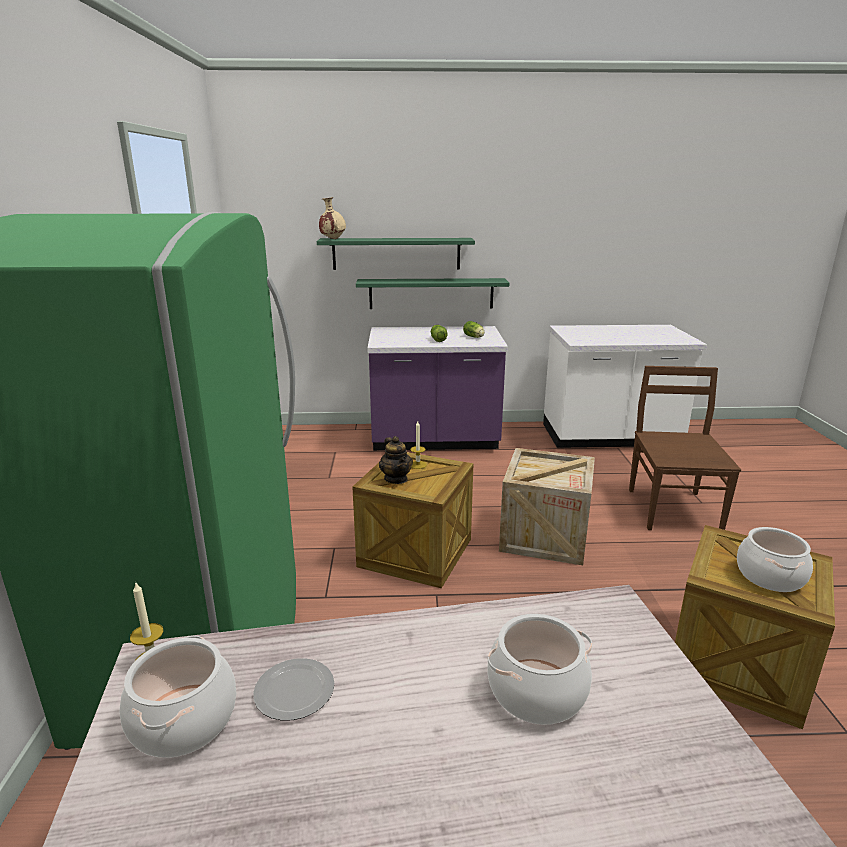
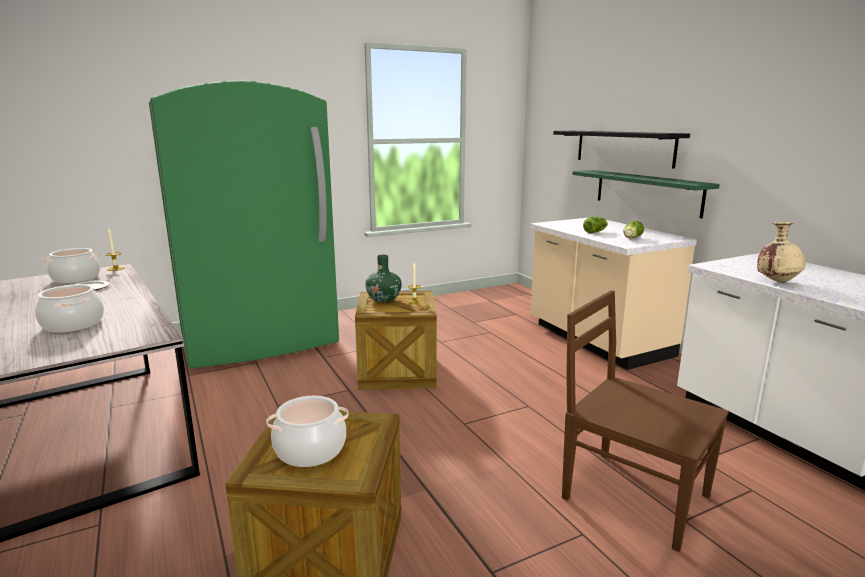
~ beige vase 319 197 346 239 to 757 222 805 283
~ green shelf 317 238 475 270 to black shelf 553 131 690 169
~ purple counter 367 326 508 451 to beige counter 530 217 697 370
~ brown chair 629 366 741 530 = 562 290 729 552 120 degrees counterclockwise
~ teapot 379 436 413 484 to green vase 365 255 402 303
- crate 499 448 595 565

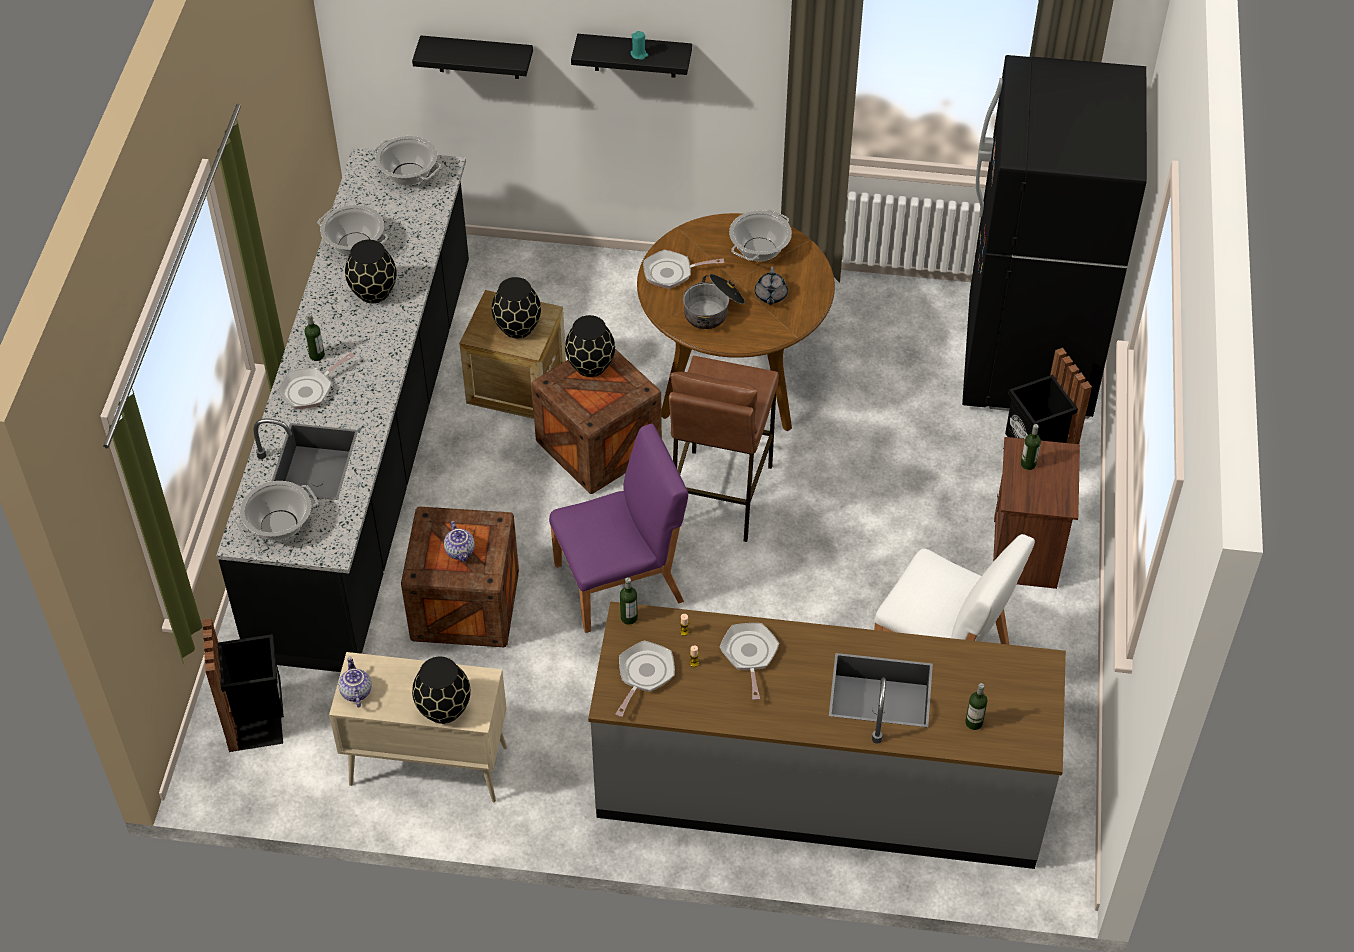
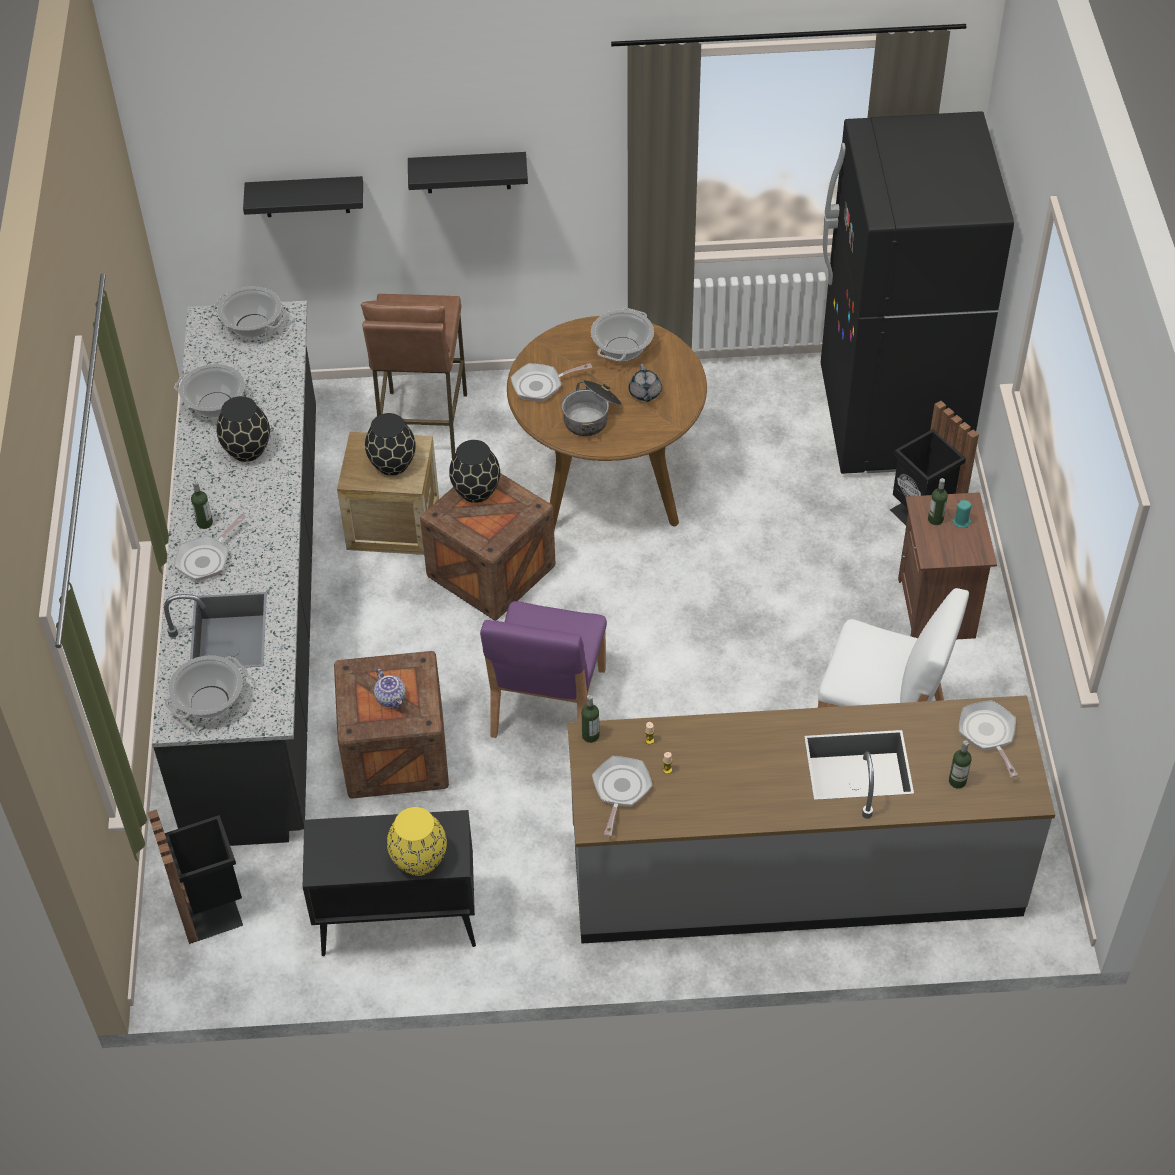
~ turquoise candle 630 31 648 60 to 952 500 972 528
~ brown stool 669 356 779 542 to 361 294 467 458
~ purple chair 549 423 688 633 = 480 601 607 738 135 degrees clockwise
~ frying pan 719 623 779 700 to 959 700 1018 777
~ beige cabinet 329 652 507 802 to black cabinet 303 810 476 956
- teapot 338 657 372 707
~ black vase 412 657 470 724 to yellow vase 387 807 447 876

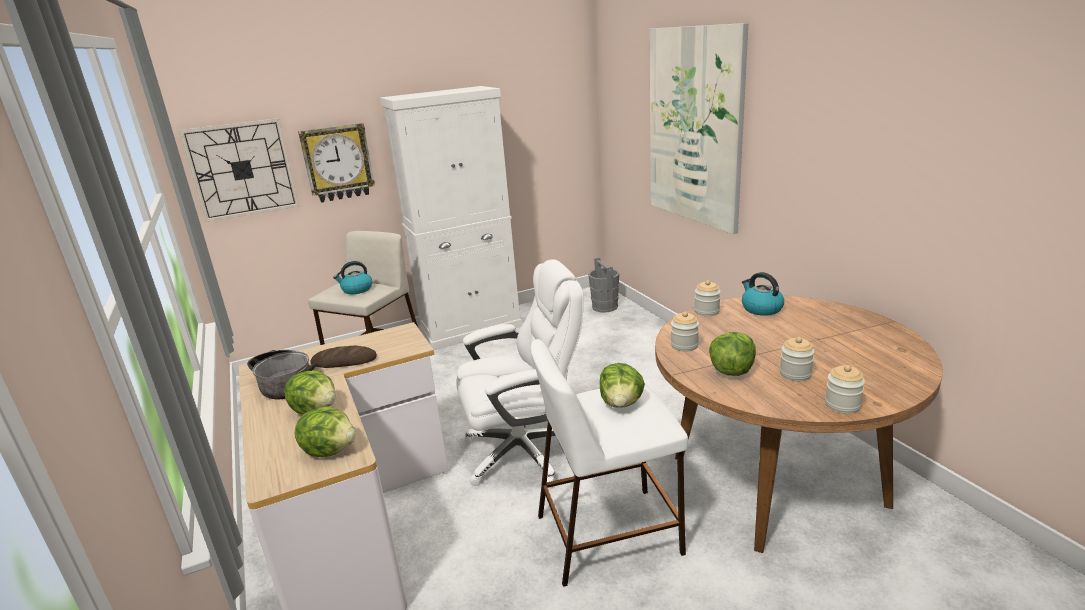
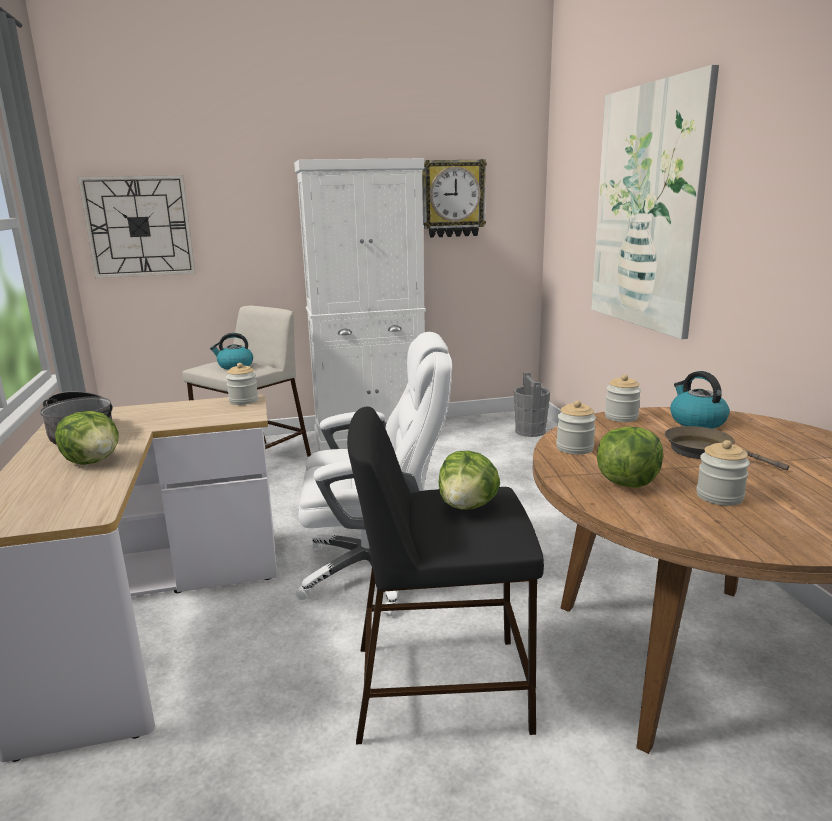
~ wall clock 298 123 375 203 to 422 159 487 238
~ white stool 531 339 688 587 to black stool 347 406 544 745
- bread 311 346 377 368
~ jar 825 365 865 414 to 226 363 258 405
- lettuce 294 406 356 457
+ brown frying pan 665 426 789 470

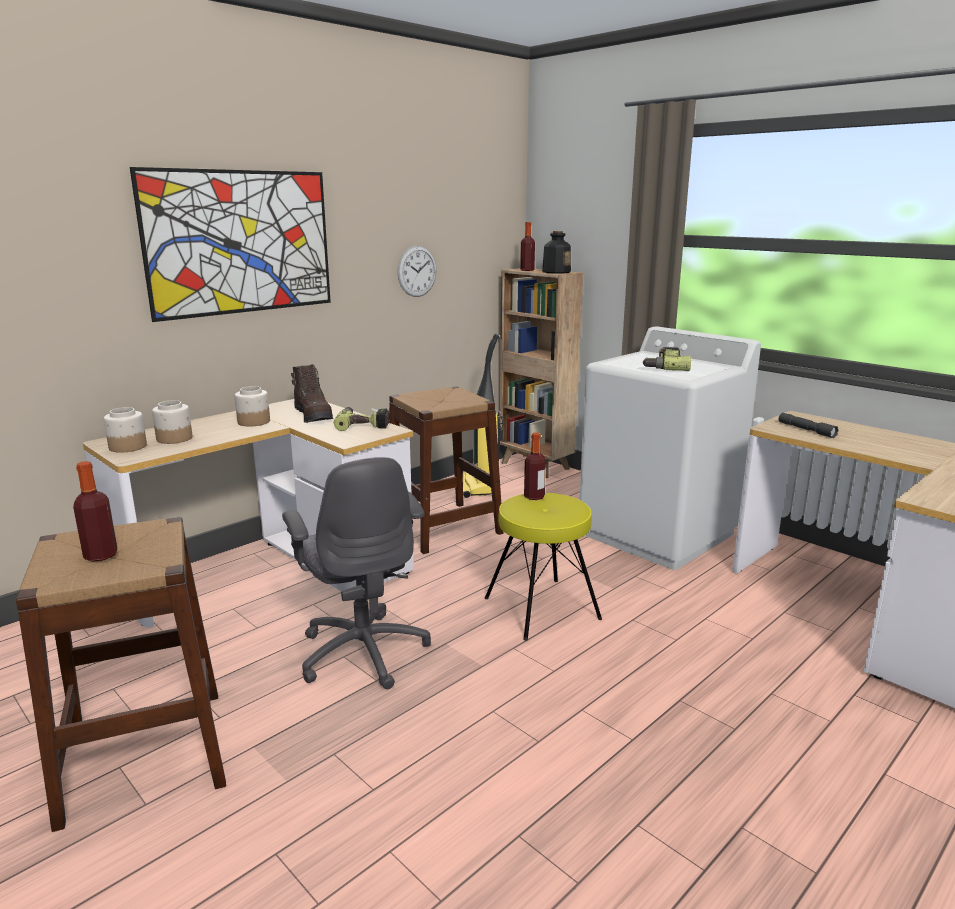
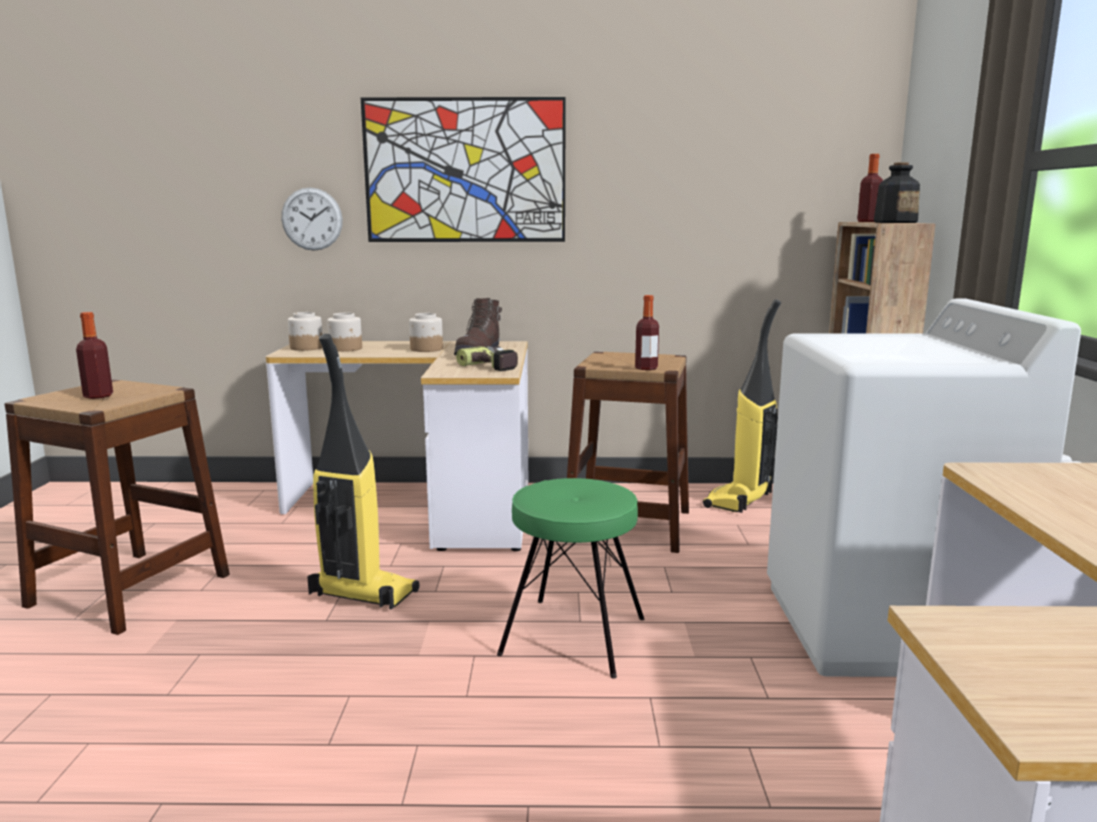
~ wall clock 397 246 436 297 to 281 187 343 251
- power drill 642 347 691 371
- grey flashlight 779 413 839 438
~ bottle 524 433 546 500 to 635 295 659 370
~ grey office chair 282 457 431 689 to vacuum cleaner 307 334 420 609
~ yellow stool 485 493 602 641 to green stool 497 478 644 679

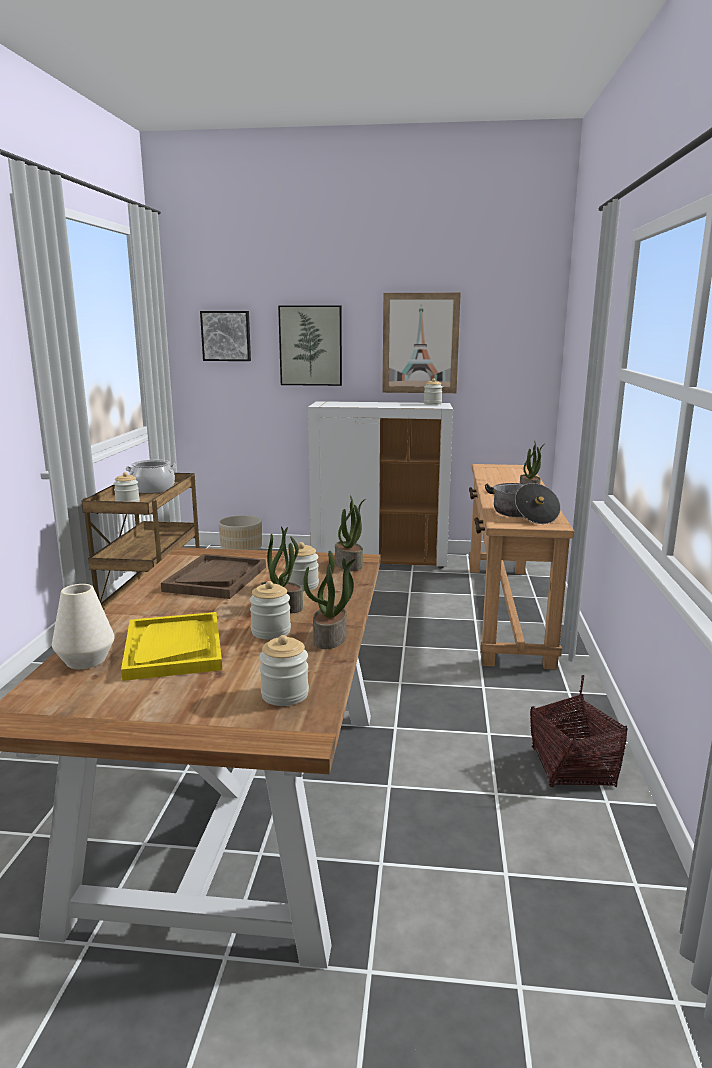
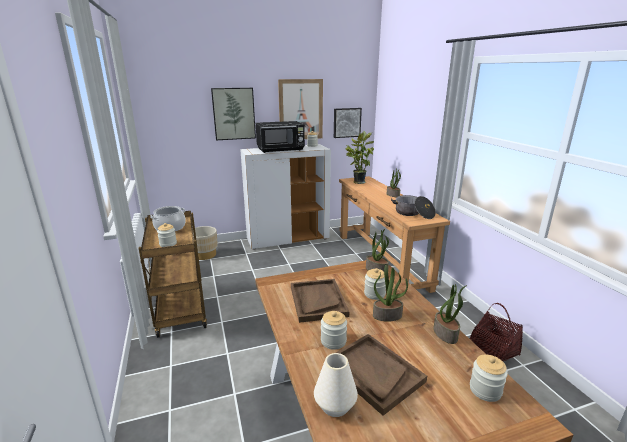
~ picture 200 311 251 361 to 334 108 362 138
~ jar 250 581 291 639 to 321 311 347 350
~ yellow tray 121 612 222 681 to brown tray 325 334 427 416
+ black microwave 256 121 305 153
+ potted plant 345 131 374 184

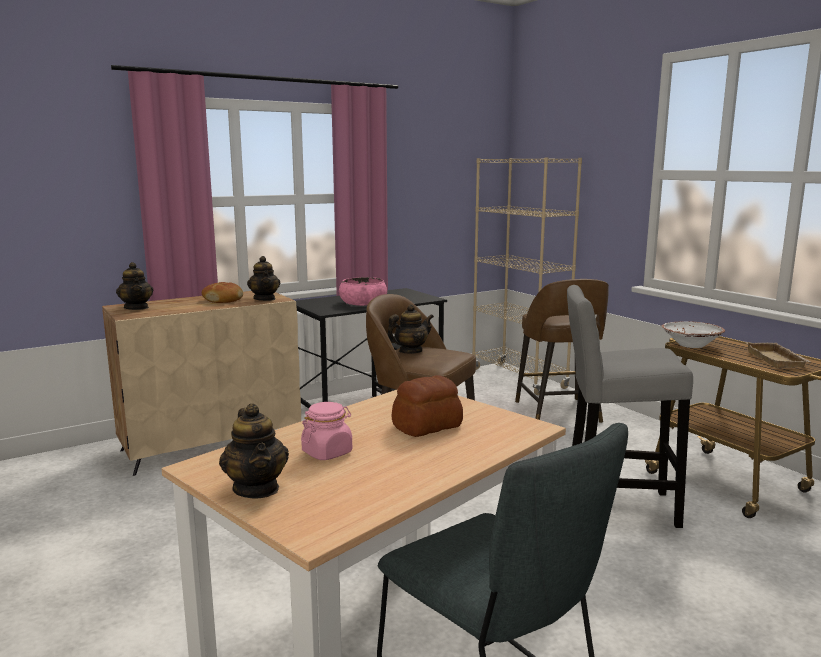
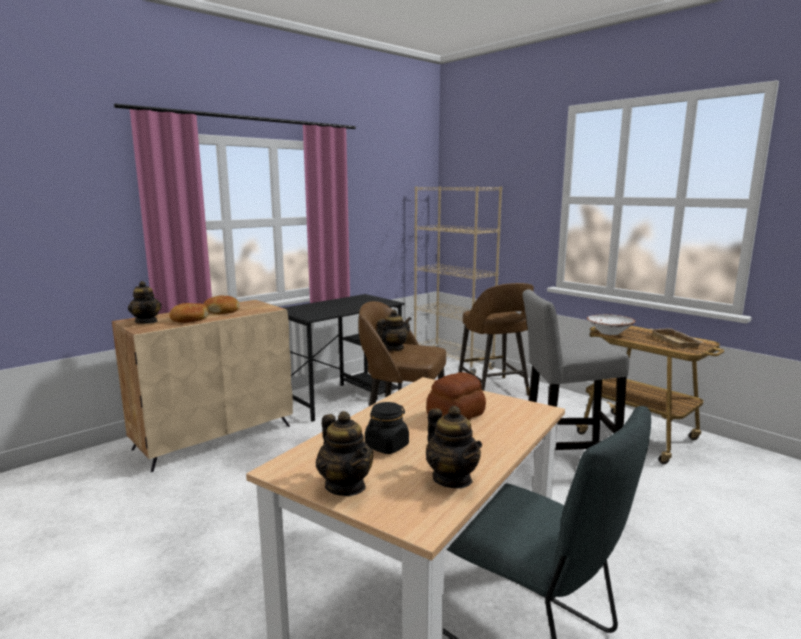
~ teapot 247 256 280 301 to 426 406 482 488
- pink bowl 339 277 387 306
~ pink jar 301 402 352 460 to black jar 365 402 409 454
+ bread 169 303 209 323

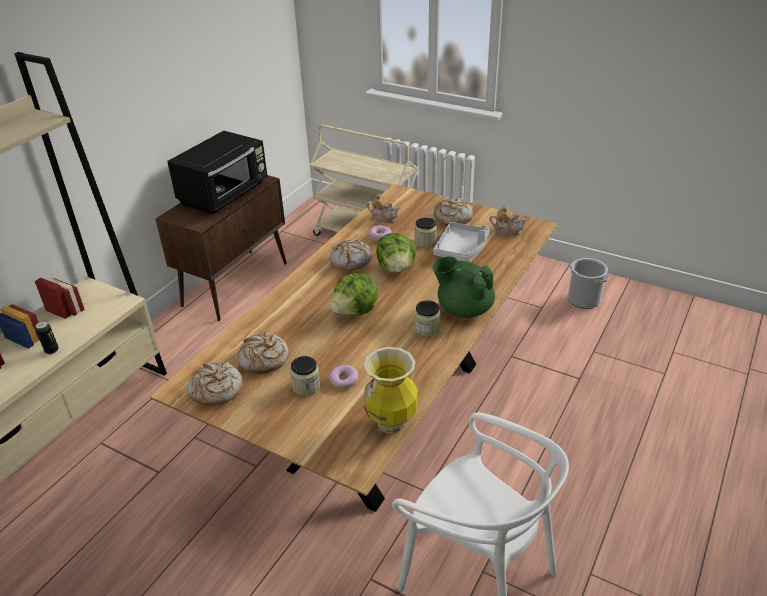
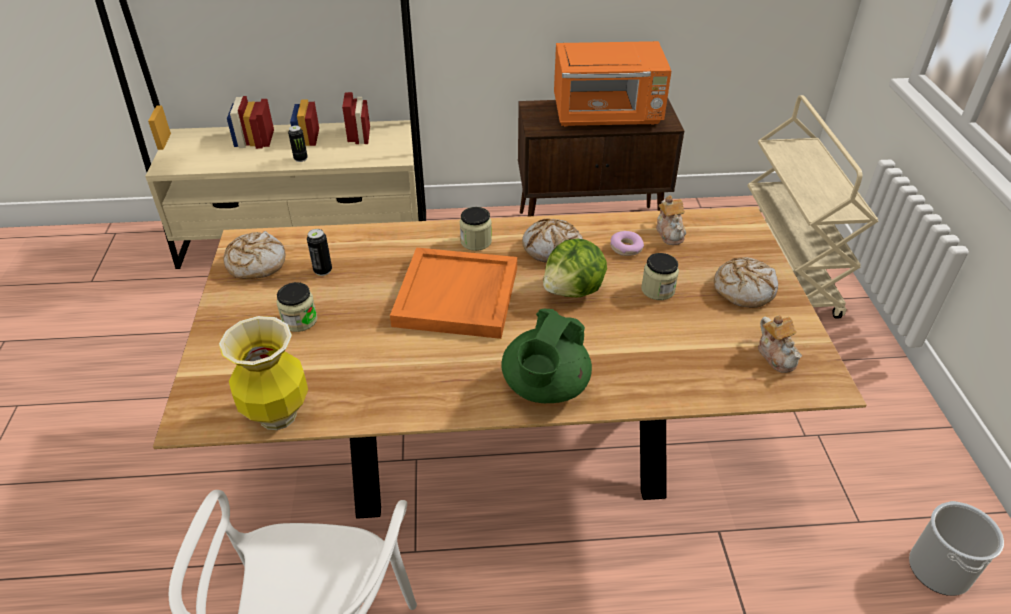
~ black microwave 167 131 267 214 to orange microwave 554 41 671 127
- grey tray 433 222 490 261
~ green teapot 433 256 495 318 = 501 309 592 403 150 degrees counterclockwise
~ lettuce 331 273 378 316 to orange tray 390 247 517 339
~ jar 414 300 441 336 to 460 207 492 251
~ bread 237 332 289 374 to can 307 229 332 276
- donut 329 365 358 389

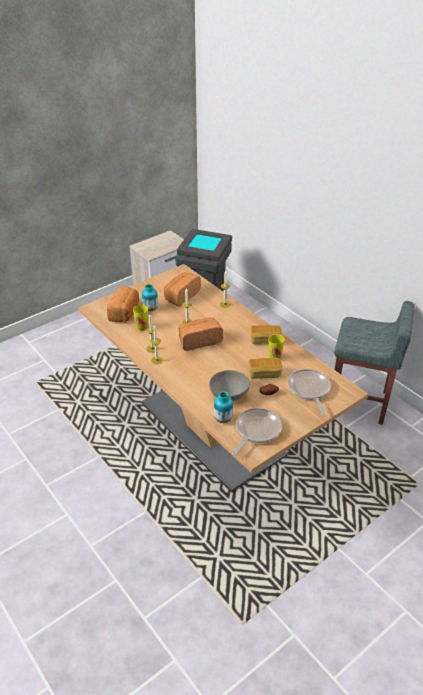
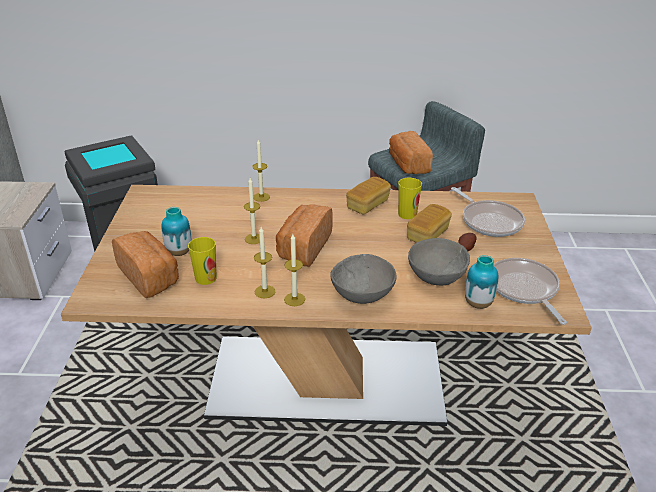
~ bread 164 272 201 307 to 389 131 433 174
~ frying pan 287 369 331 415 = 451 187 525 237 150 degrees counterclockwise
+ grey bowl 330 254 397 304

